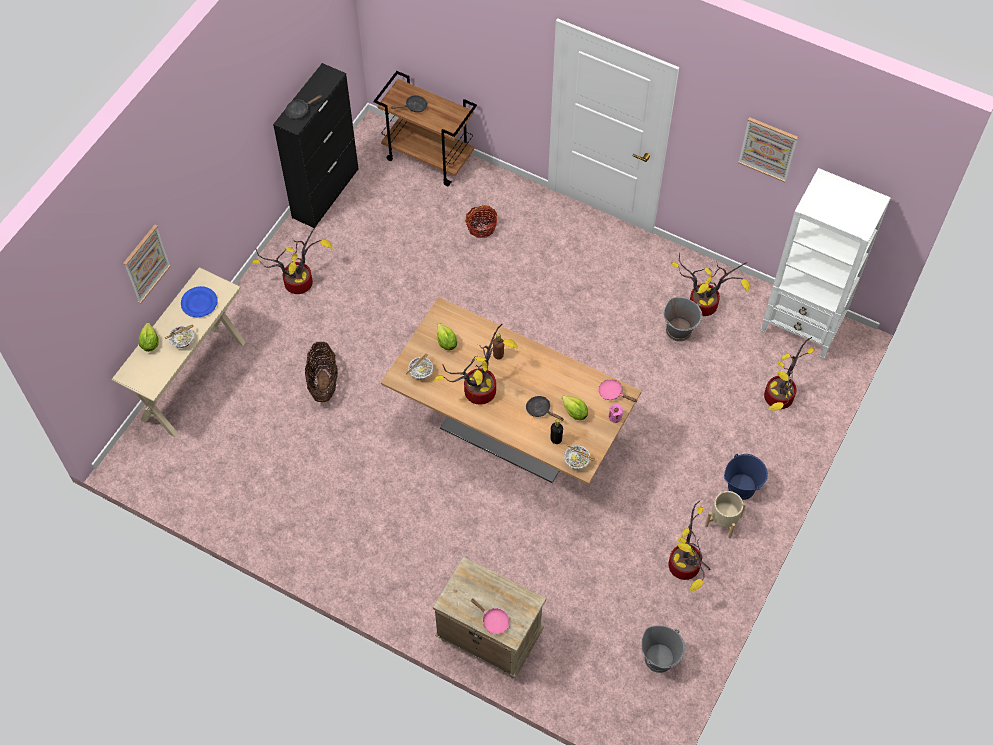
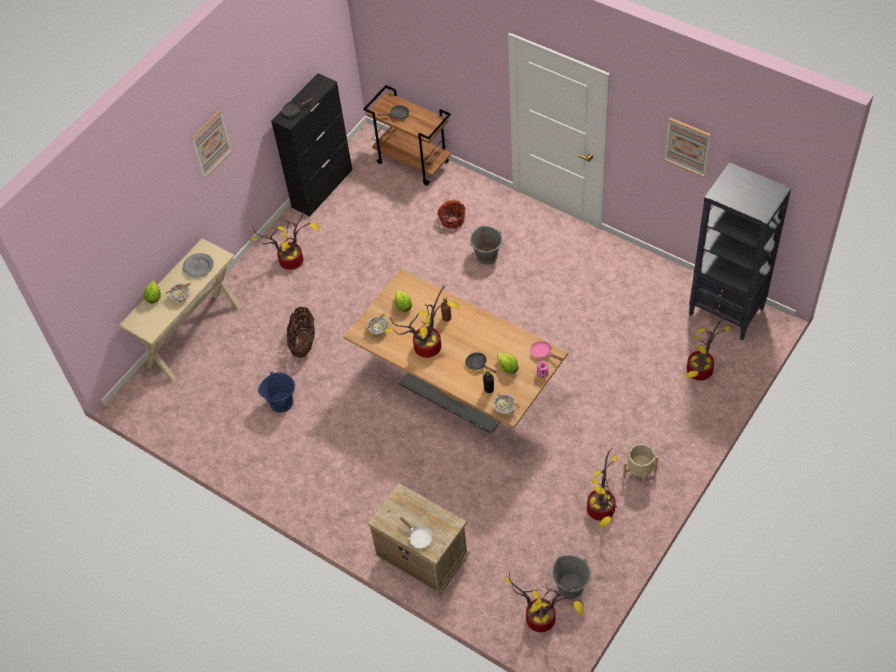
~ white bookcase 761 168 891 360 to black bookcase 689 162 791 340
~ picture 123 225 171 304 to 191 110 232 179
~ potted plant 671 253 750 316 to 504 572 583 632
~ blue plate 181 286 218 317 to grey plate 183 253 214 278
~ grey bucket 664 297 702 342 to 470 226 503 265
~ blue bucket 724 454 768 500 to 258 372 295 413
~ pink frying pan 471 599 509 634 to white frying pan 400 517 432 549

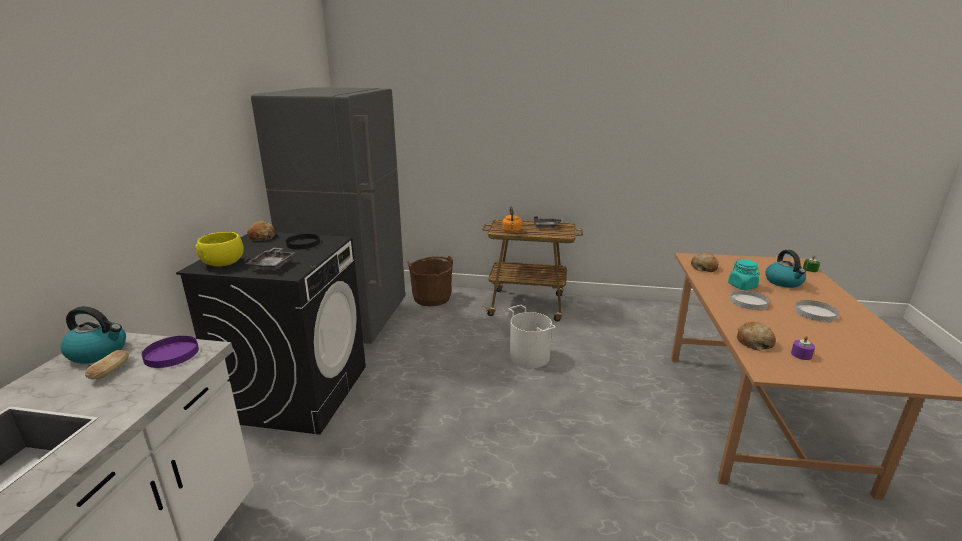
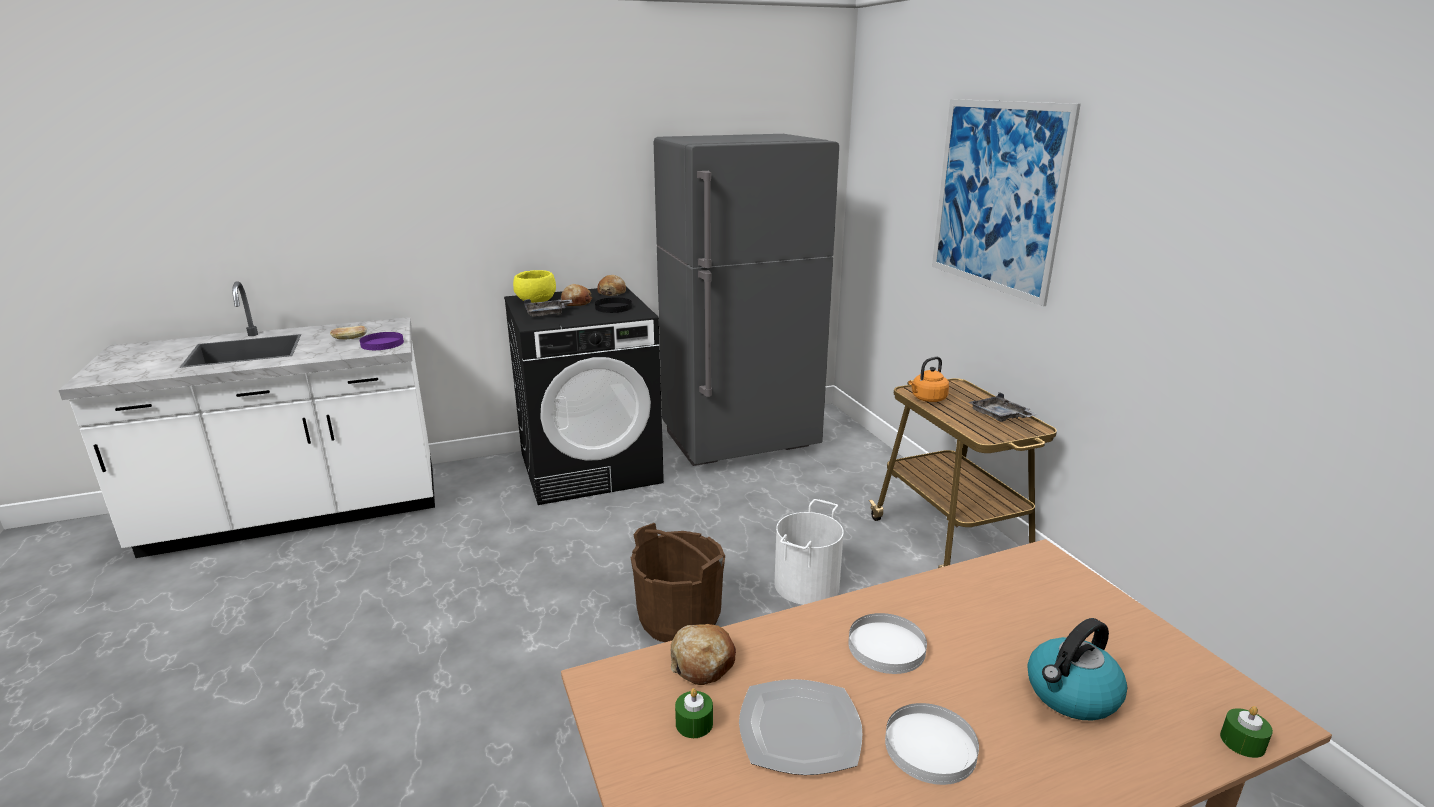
~ bread 691 253 718 272 to 561 284 593 306
~ brown bucket 407 256 453 306 to 631 523 725 642
- turquoise jar 728 259 760 290
- kettle 60 306 126 363
~ purple candle 791 336 815 360 to green candle 675 688 713 738
+ picture 932 99 1081 306
+ plate 739 679 862 775

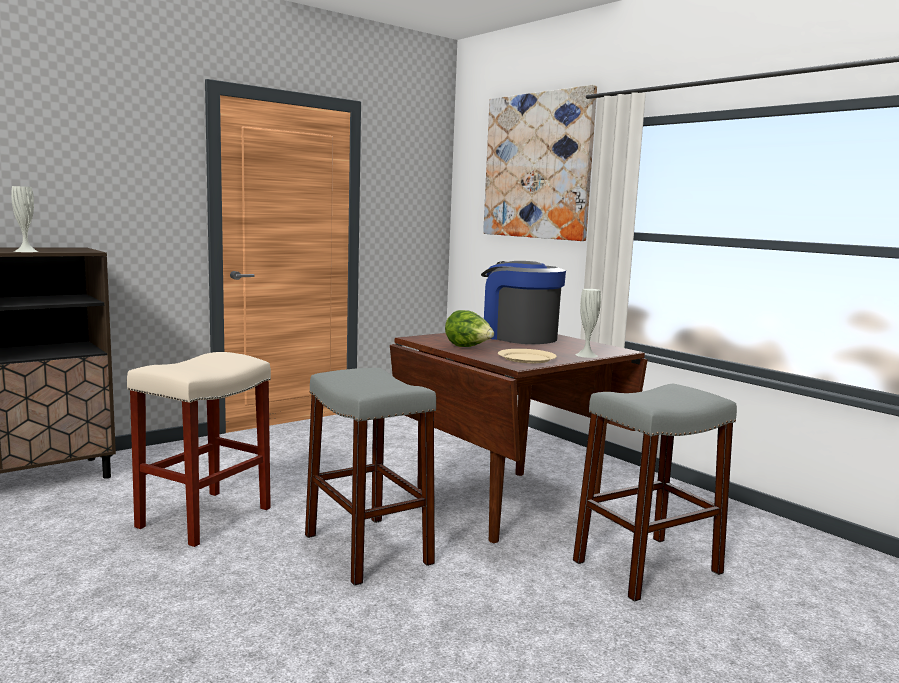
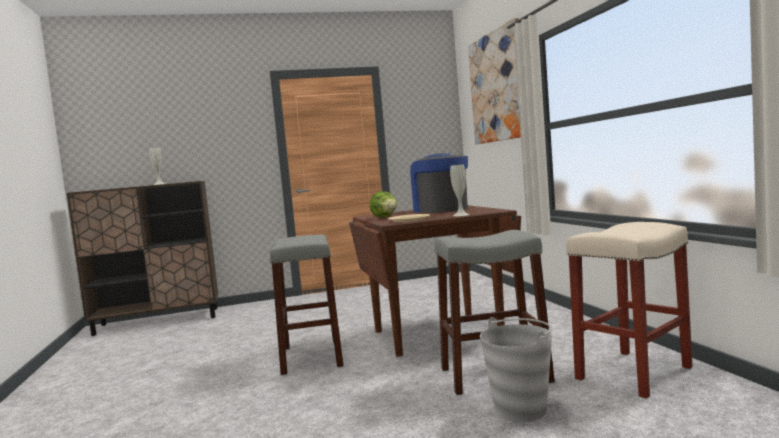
~ beige stool 127 352 271 547 to 566 222 692 398
+ grey bucket 480 317 552 422

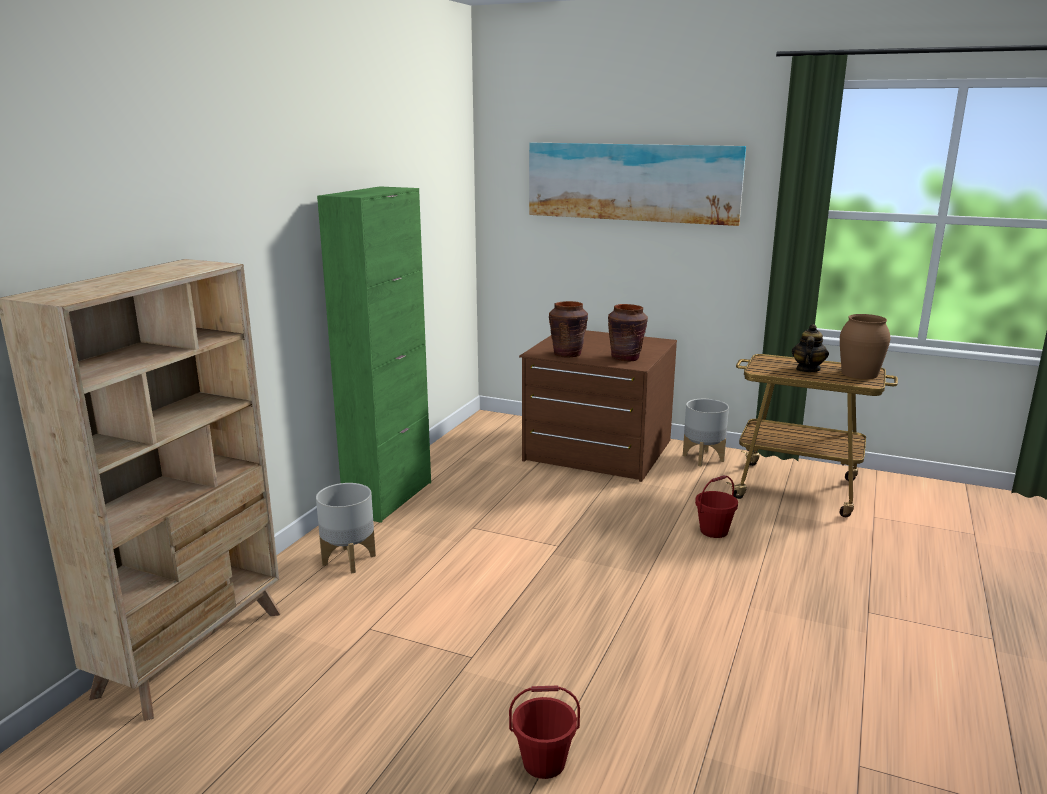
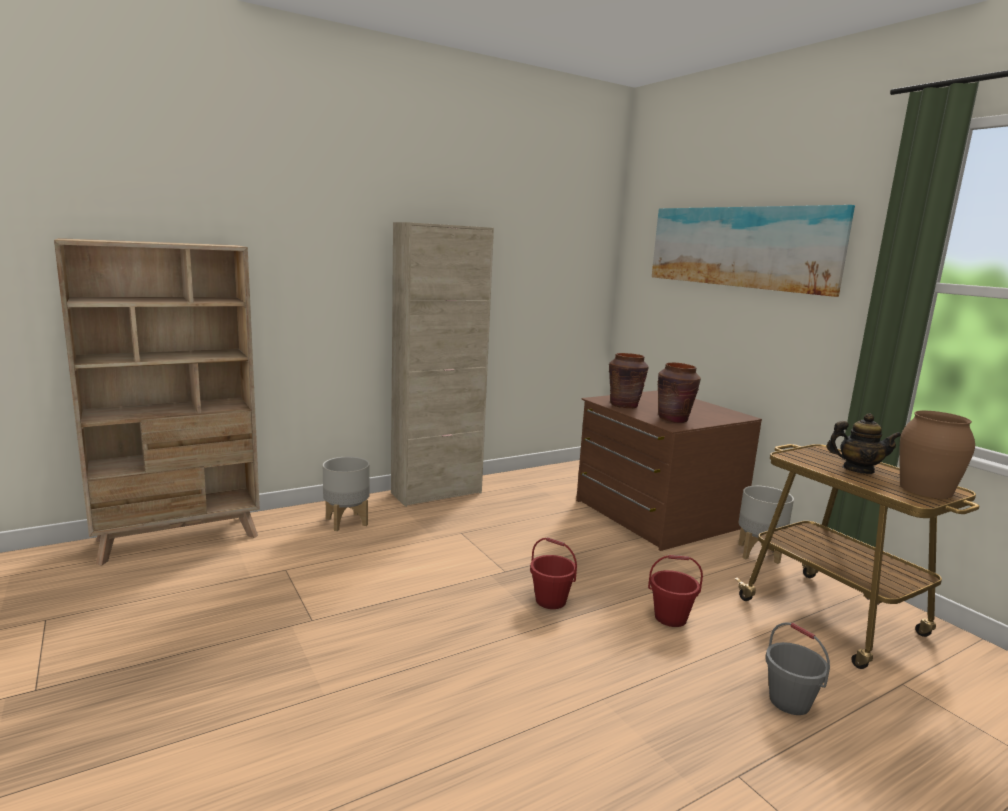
~ green cabinet 317 186 431 523 to beige cabinet 391 222 494 507
~ teapot 792 324 829 372 = 827 413 901 474 45 degrees clockwise
~ red bucket 509 685 580 779 to 530 537 577 609
+ grey bucket 765 622 830 715

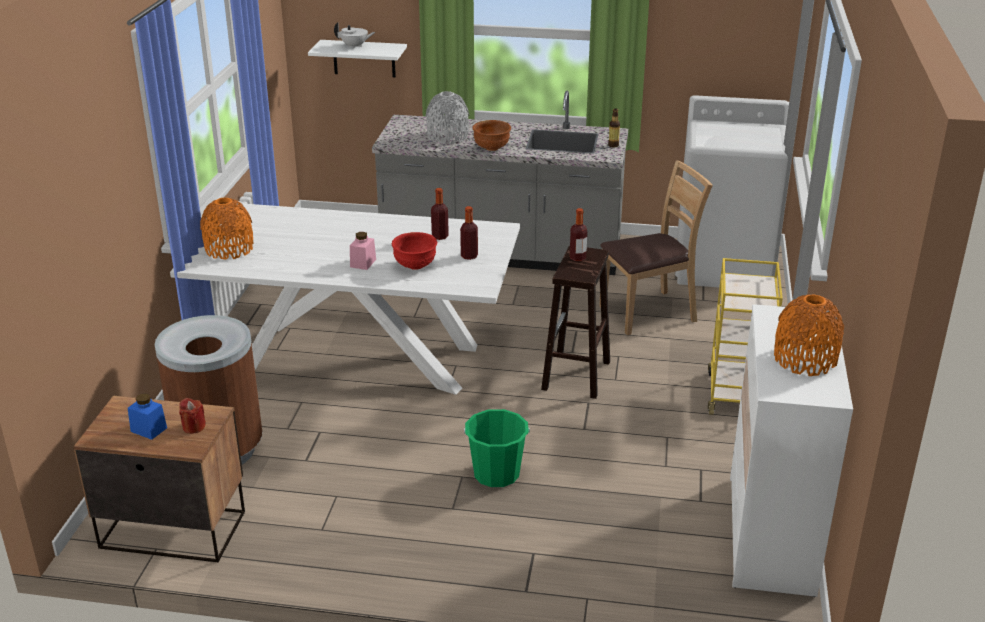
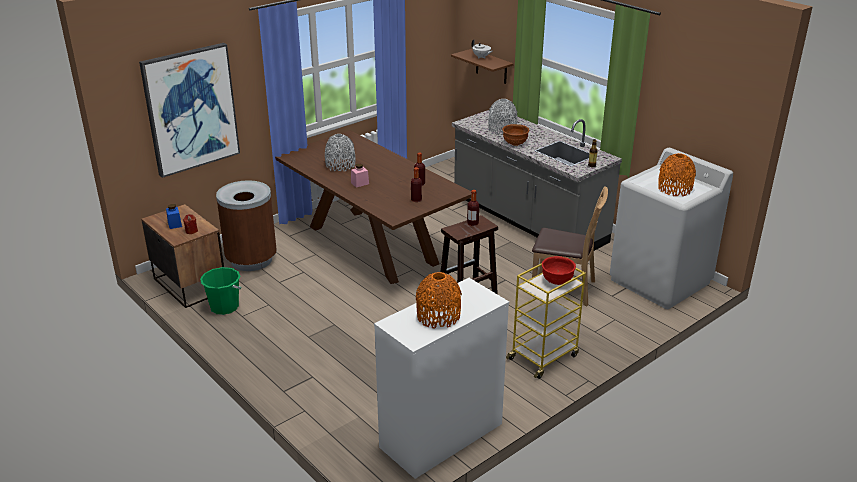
~ white shelf 308 40 407 77 to brown shelf 451 49 513 84
~ orange vase 200 198 253 260 to 658 153 696 197
~ white dining table 170 203 520 395 to brown dining table 275 131 471 284
~ red bowl 392 232 437 270 to 542 256 576 285
~ green bucket 464 409 530 487 to 200 267 242 315
+ picture 139 43 240 178
+ grey vase 325 134 355 172

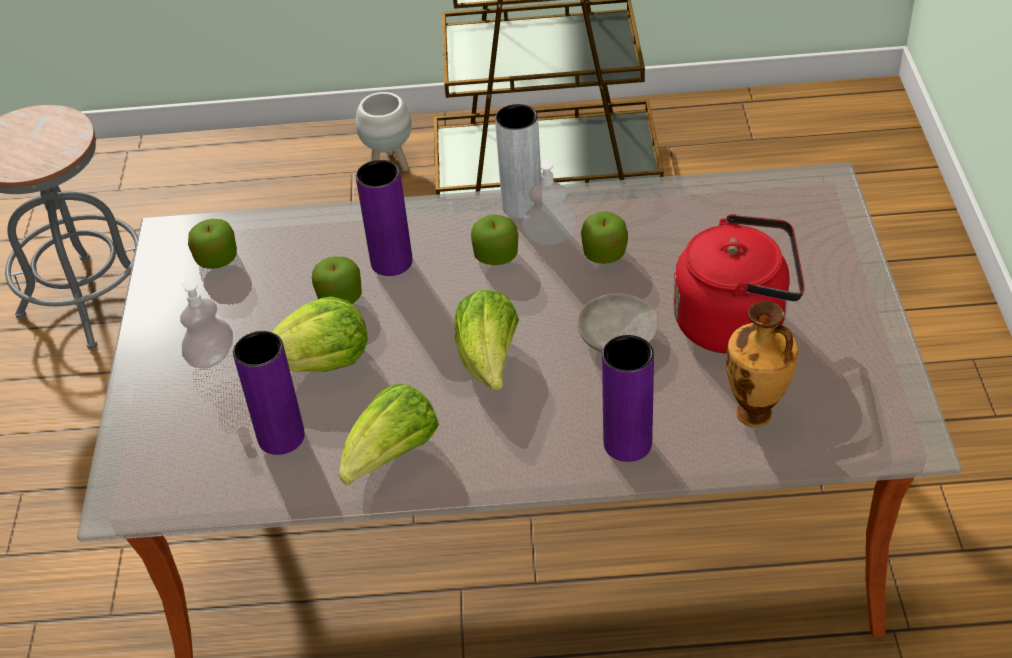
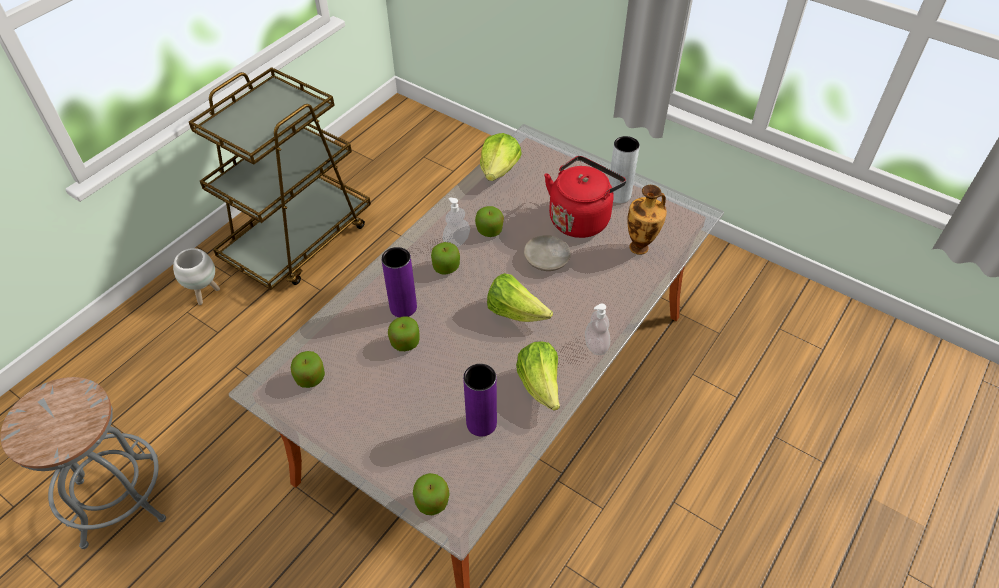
~ grey vase 495 104 541 218 to 609 136 640 203
~ soap dispenser 180 281 233 369 to 585 303 610 355
~ lettuce 272 296 367 372 to 480 133 522 181
- purple vase 602 335 654 462
+ apple 413 473 450 515

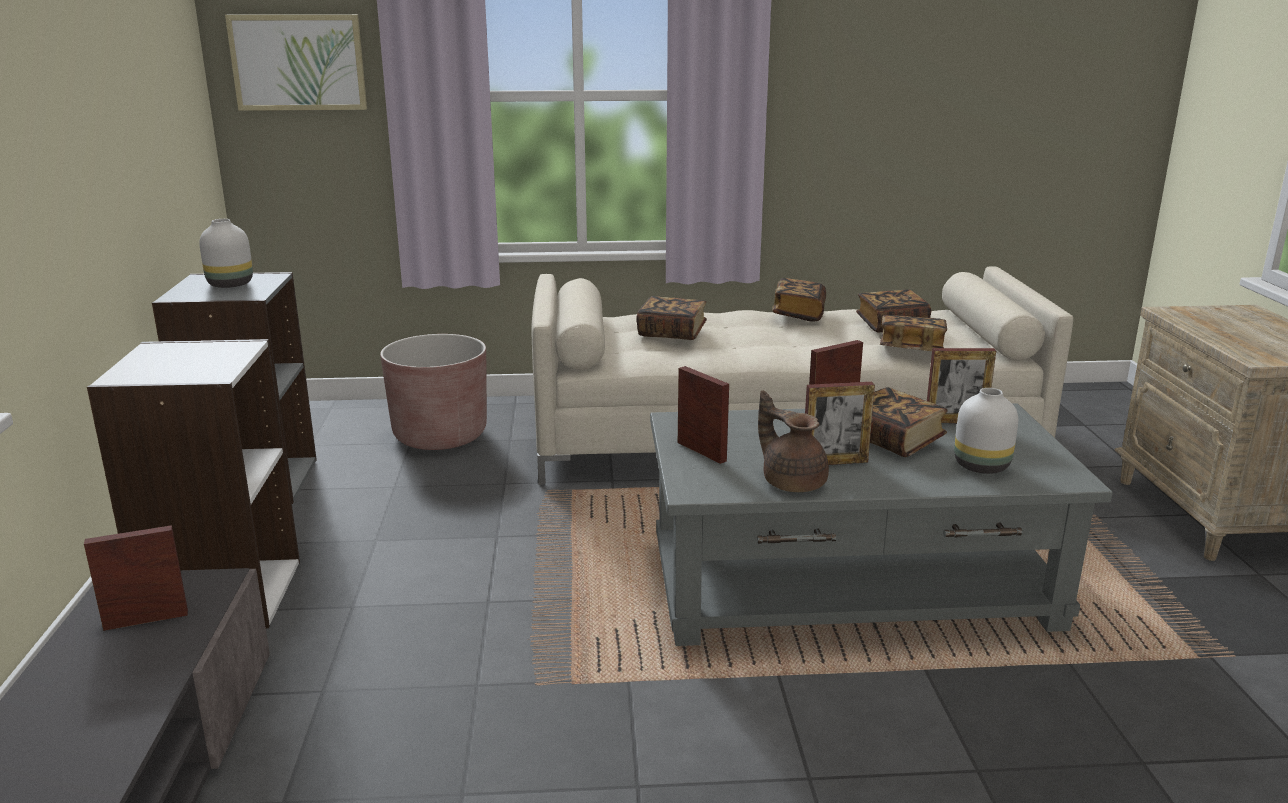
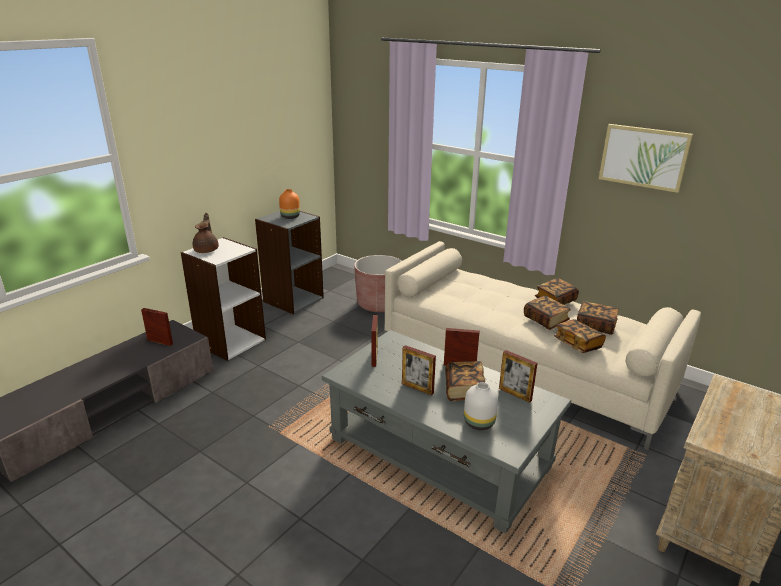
~ picture 225 14 367 111 to 599 124 693 193
~ white vase 199 219 253 288 to orange vase 279 189 300 219
~ book 636 296 707 340 to 524 295 571 330
~ brown teapot 758 391 829 492 to 193 213 219 253

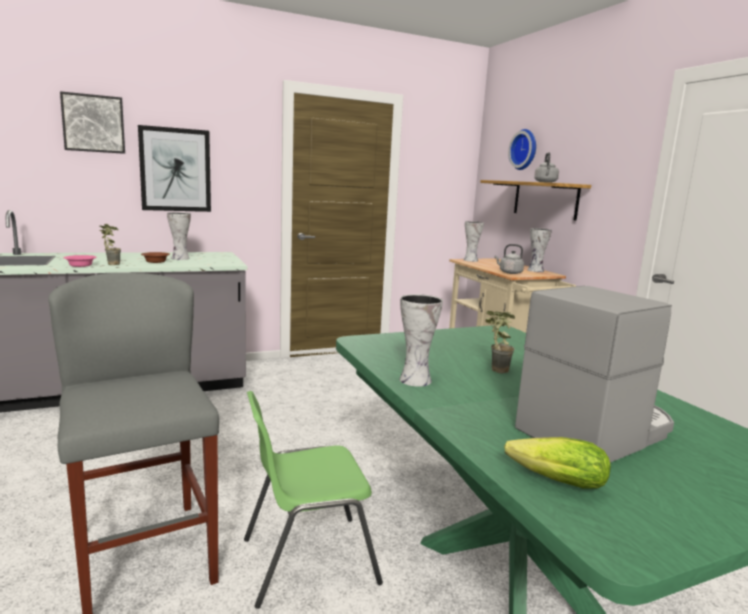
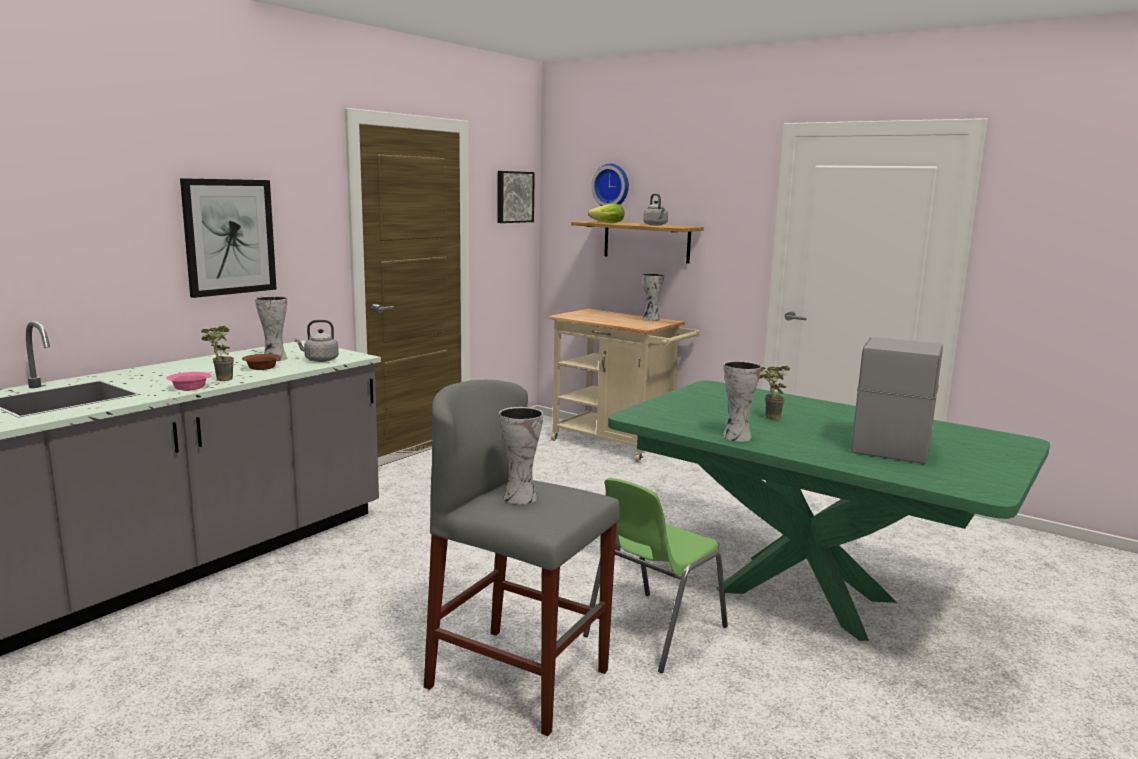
~ picture 60 91 125 154 to 497 171 535 223
~ vase 464 221 484 262 to 499 407 543 504
~ grey kettle 495 244 524 274 to 295 320 339 362
~ lettuce 504 437 611 489 to 588 204 624 223

